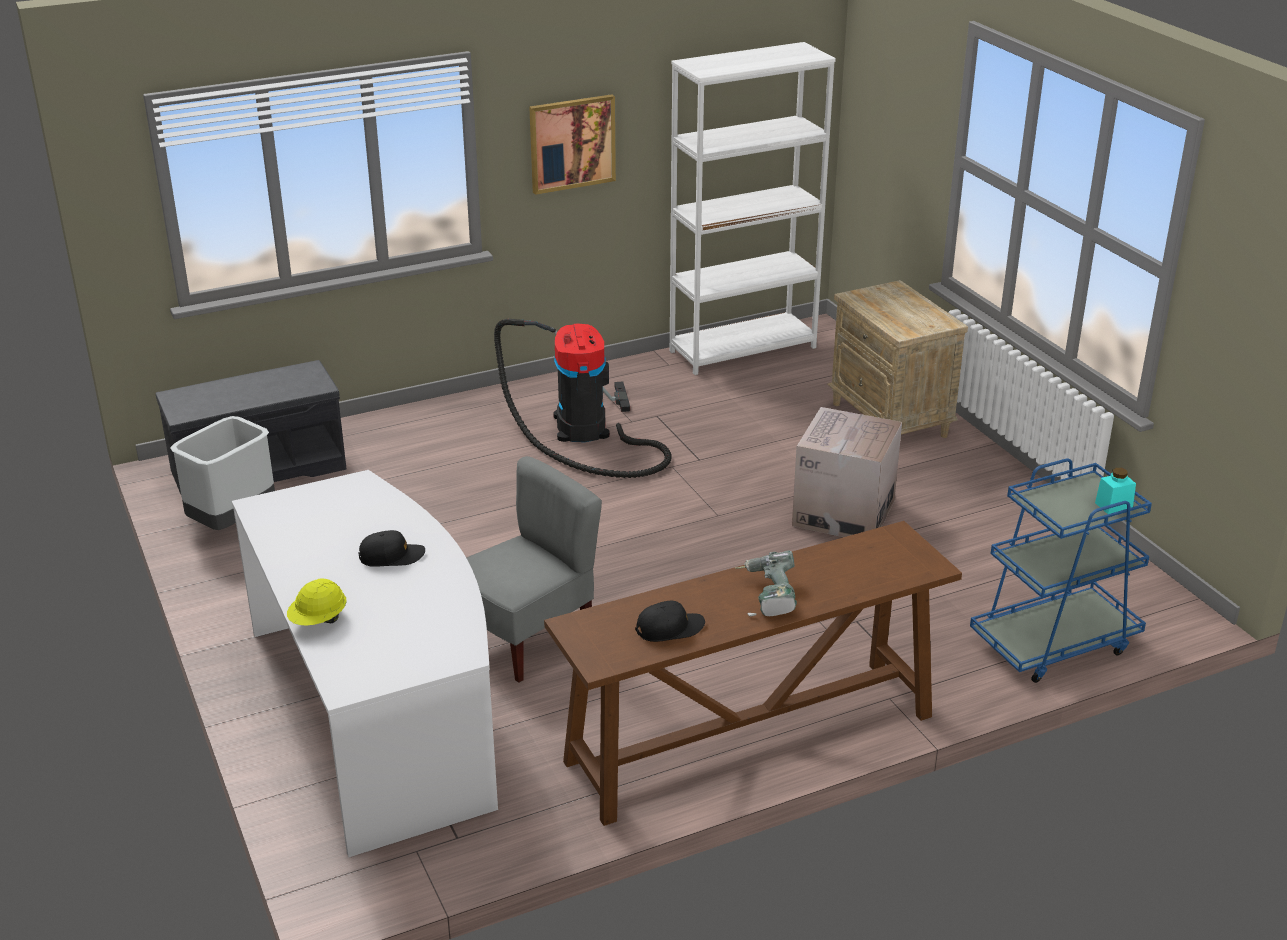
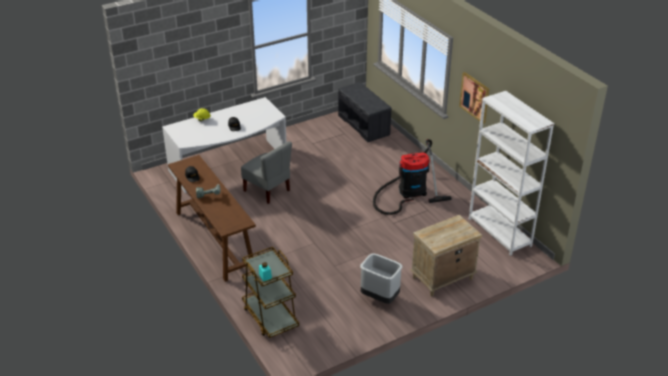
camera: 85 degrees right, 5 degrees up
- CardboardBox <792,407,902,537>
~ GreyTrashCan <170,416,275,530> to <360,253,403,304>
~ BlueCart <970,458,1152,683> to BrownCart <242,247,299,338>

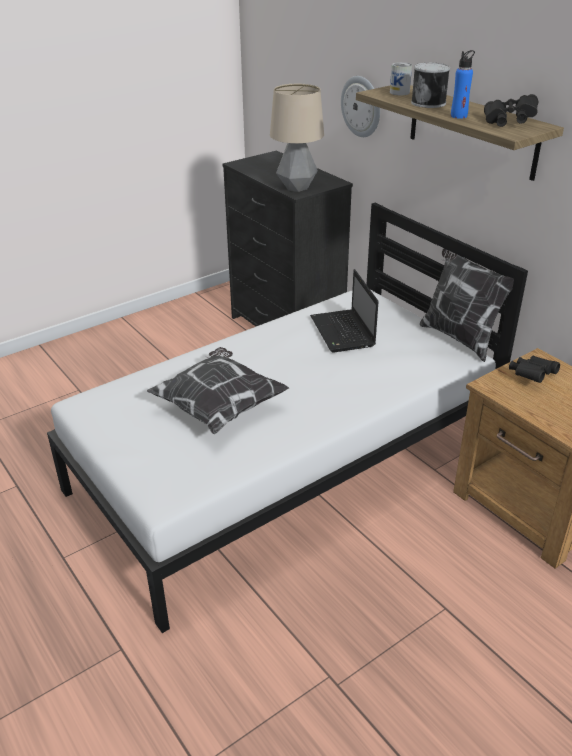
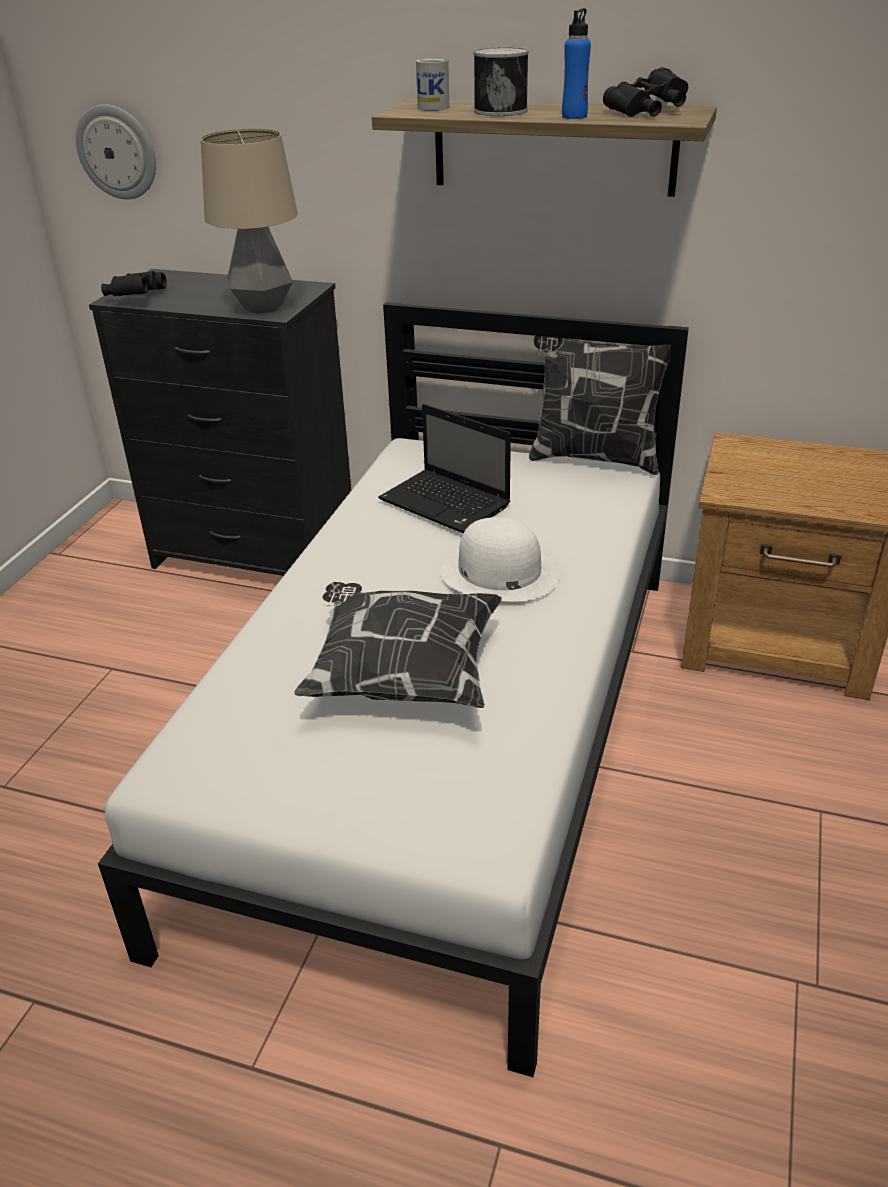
camera: 35 degrees left, 0 degrees up
+ WhiteHat <440,517,560,601>
~ WallClock <341,76,380,137> to <76,104,156,199>
~ BlackBinoculars <509,356,560,383> to <101,271,167,296>

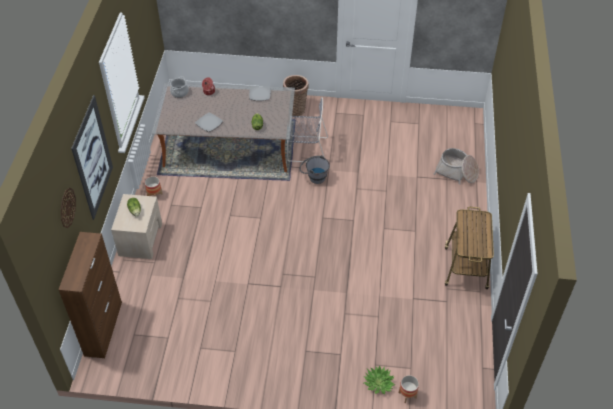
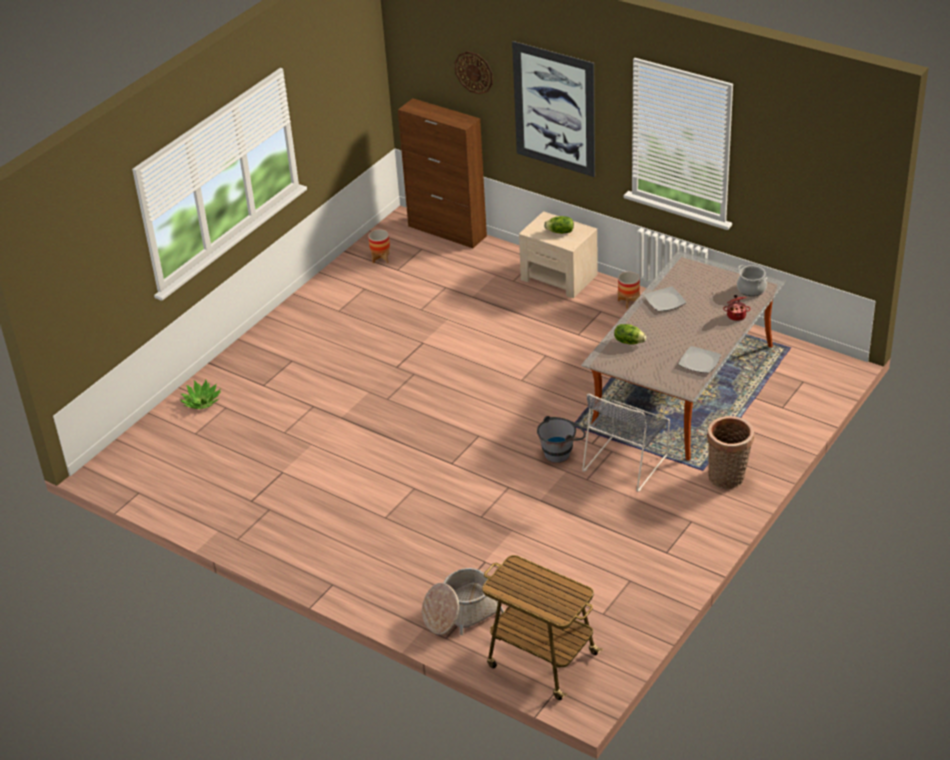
camera: 120 degrees right, 10 degrees down
~ Planter <399,375,419,403> to <368,229,390,263>
~ Cart <445,207,494,289> to <482,555,603,700>

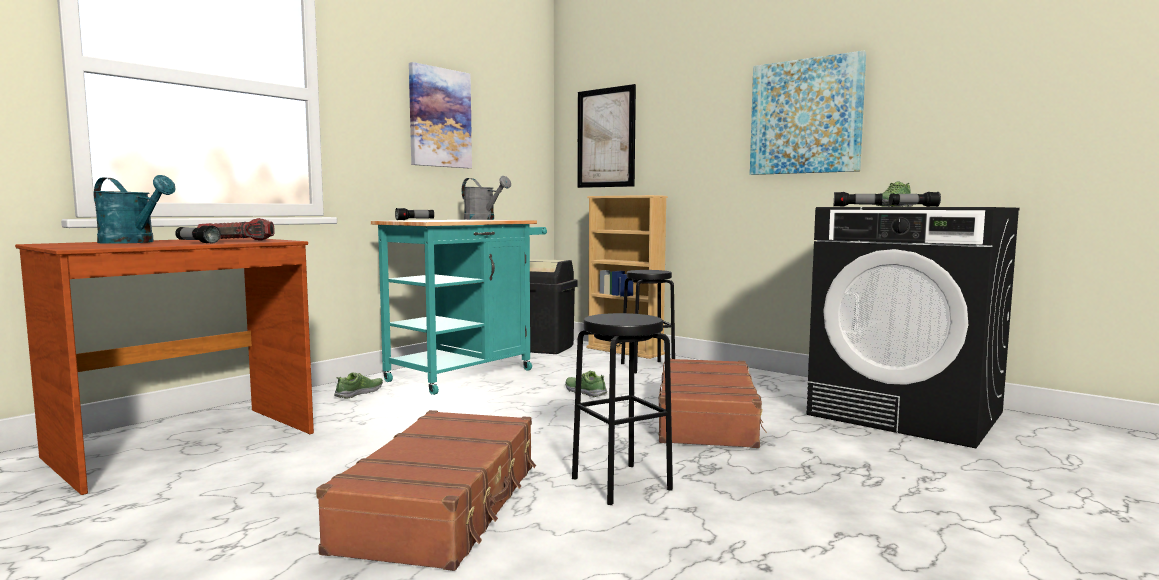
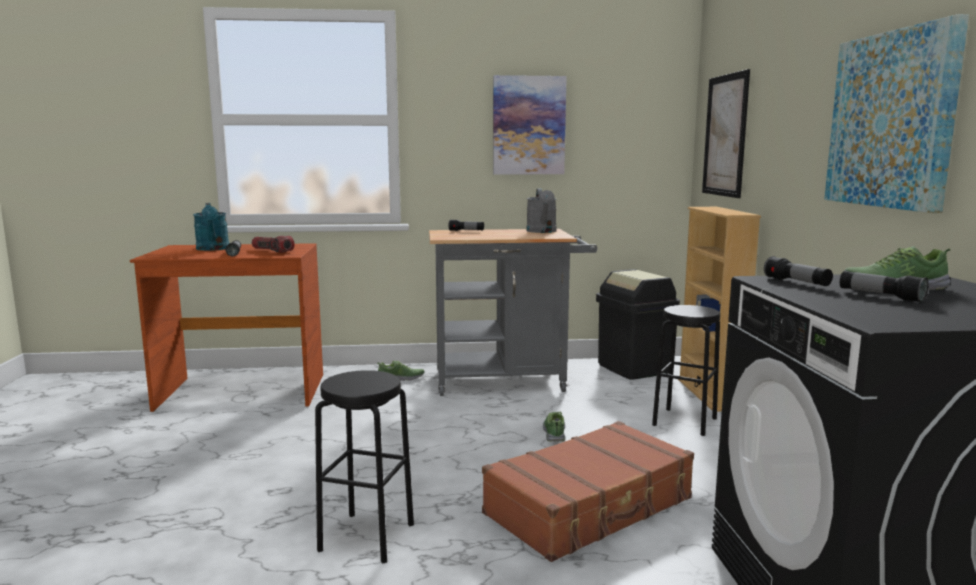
camera: 45 degrees right, 5 degrees up
- BrownSuitcase <316,410,536,571>
~ TurquoiseCart <371,220,547,395> to GreyCart <429,229,597,396>

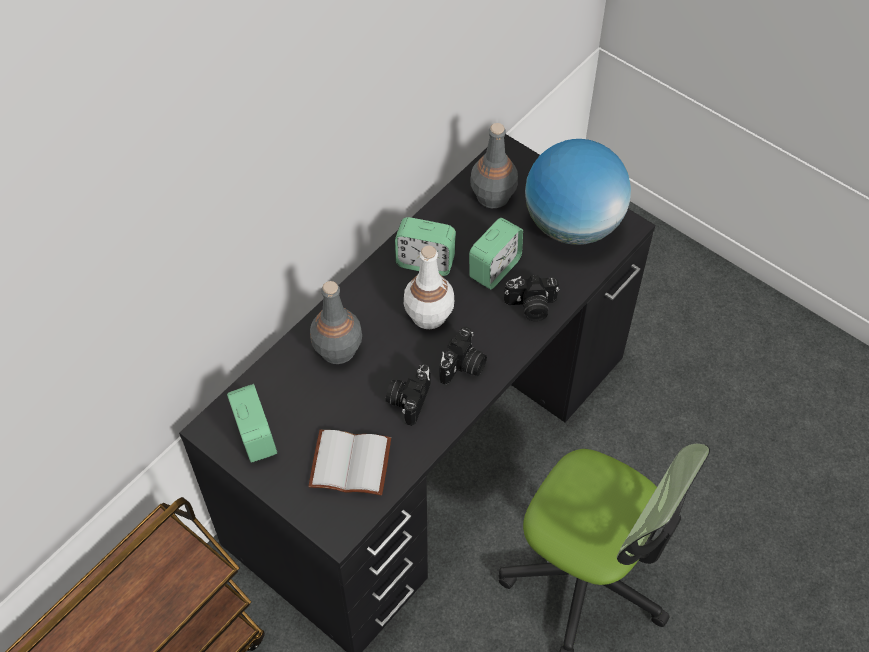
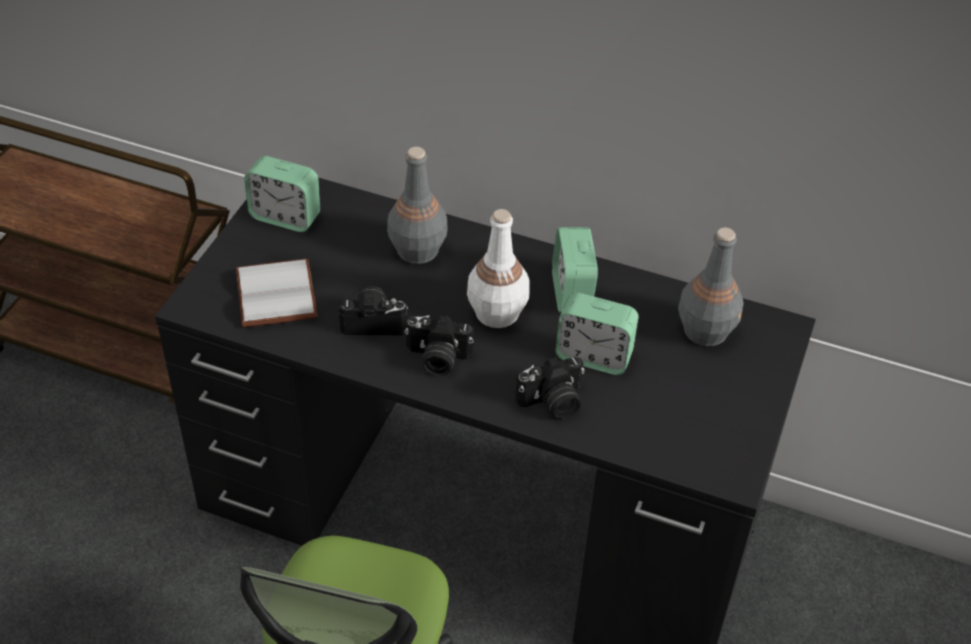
camera: 70 degrees right, 10 degrees down
- Globe <525,139,631,245>
~ AlarmClock <227,384,278,463> = <244,156,320,232> 60 degrees clockwise
~ PhotoCamera <504,275,559,321> = <515,357,585,419> 90 degrees counterclockwise

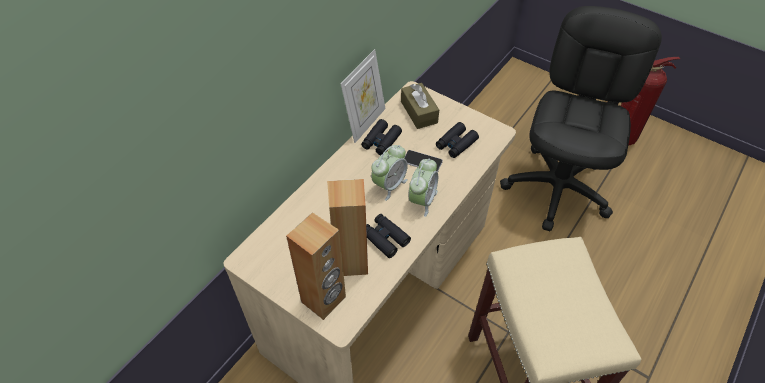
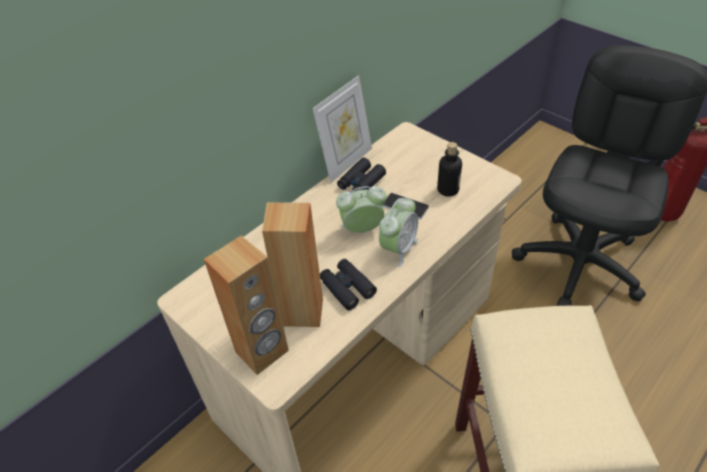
camera: 10 degrees right, 5 degrees down
- BrownTissueBox <401,83,439,129>
~ BlackBinoculars <436,122,479,158> to Bottle <437,142,462,197>
~ AlarmClock <371,145,408,201> = <336,186,387,233> 150 degrees counterclockwise

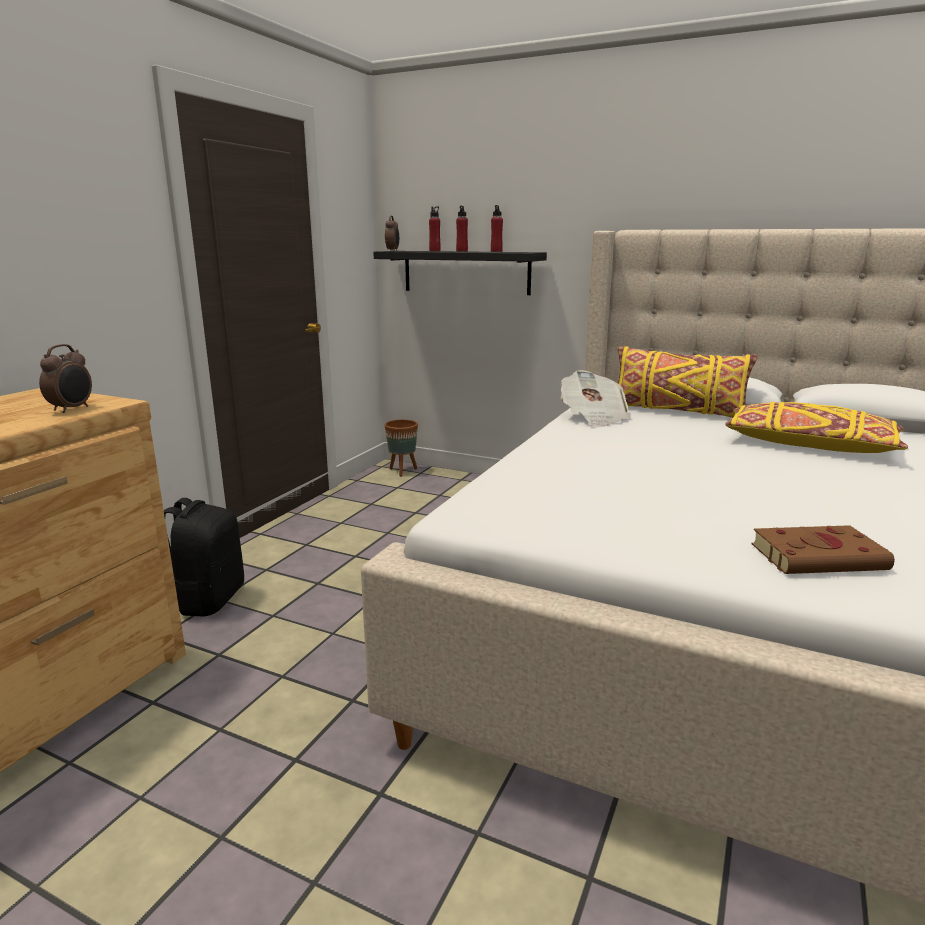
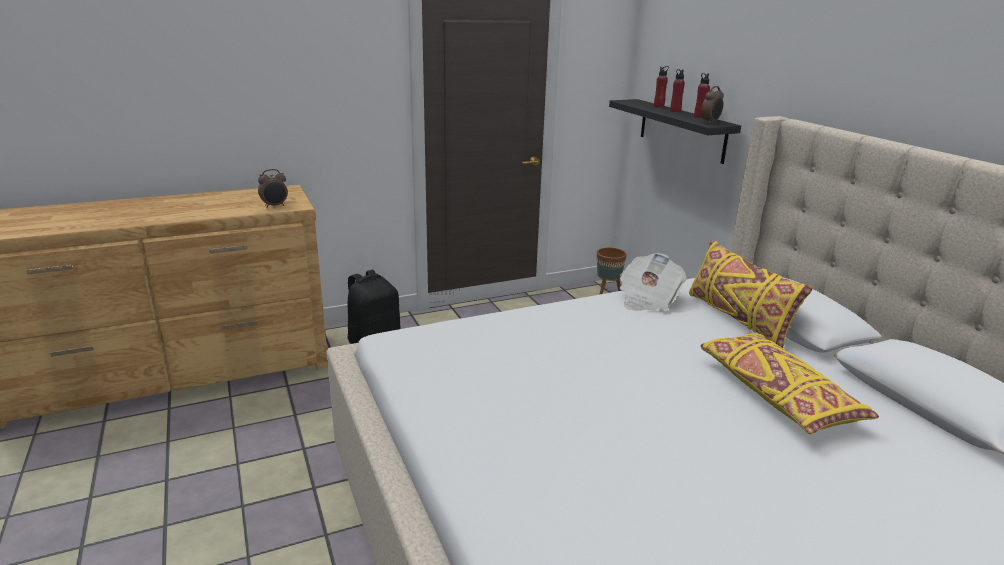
camera: 40 degrees right, 5 degrees up
- BrownBook <752,525,894,574>
~ AlarmClock <385,216,399,251> to <701,86,724,123>

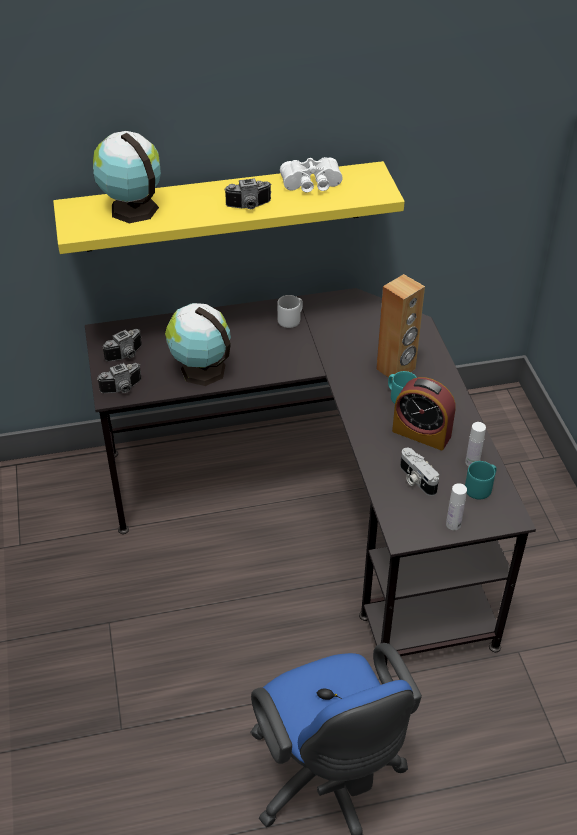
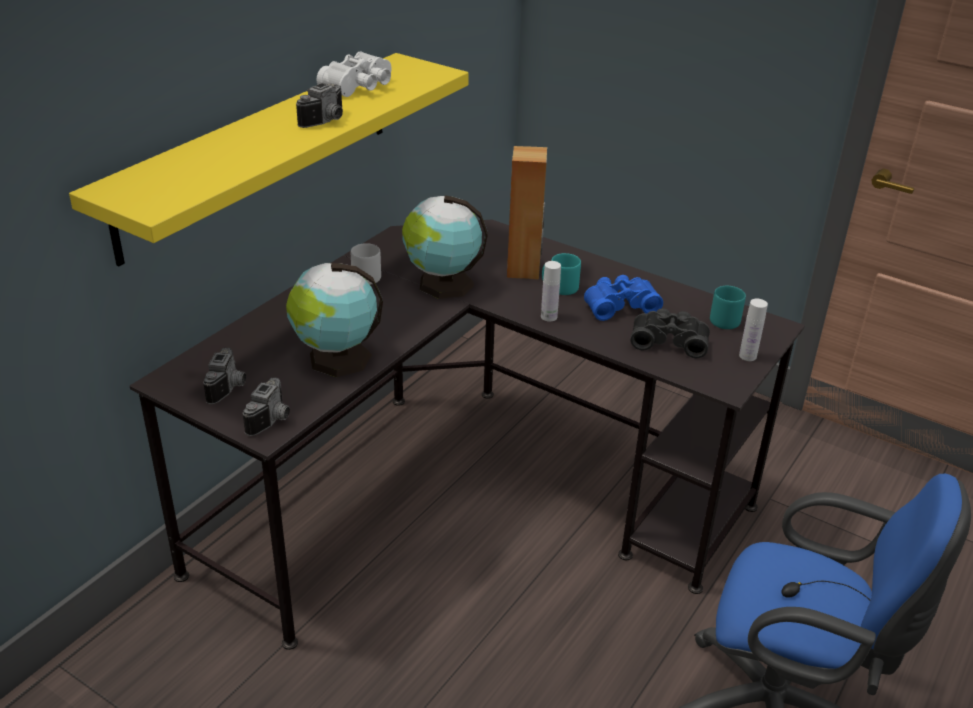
camera: 45 degrees left, 10 degrees down
~ Globe <93,131,161,223> to <402,196,488,299>
~ WhiteBottle <465,422,486,467> to <541,261,561,322>
~ AlarmClock <392,377,456,450> to BlueBinoculars <584,275,663,321>
~ PhotoCamera <400,448,439,496> to BlackBinoculars <630,308,710,358>

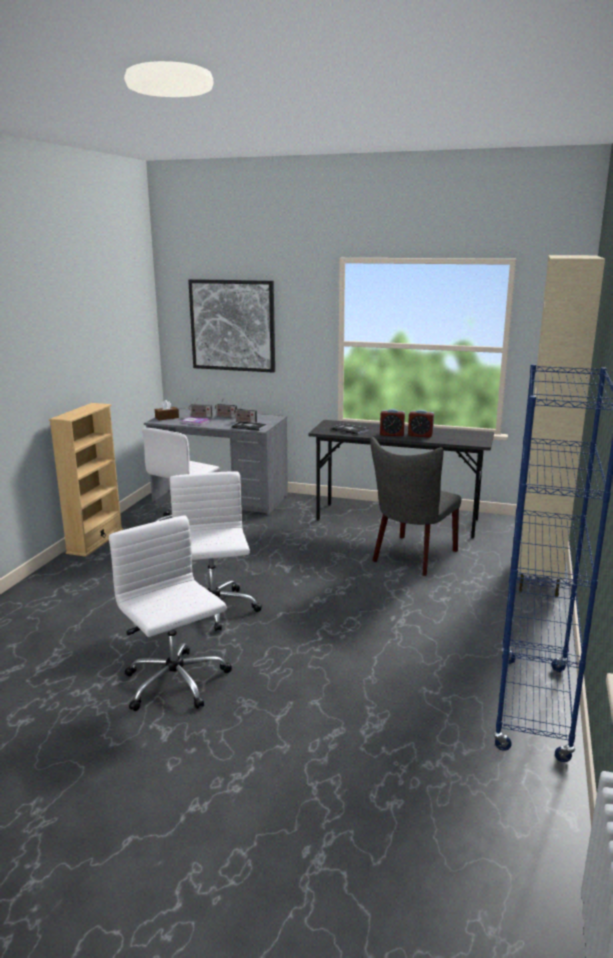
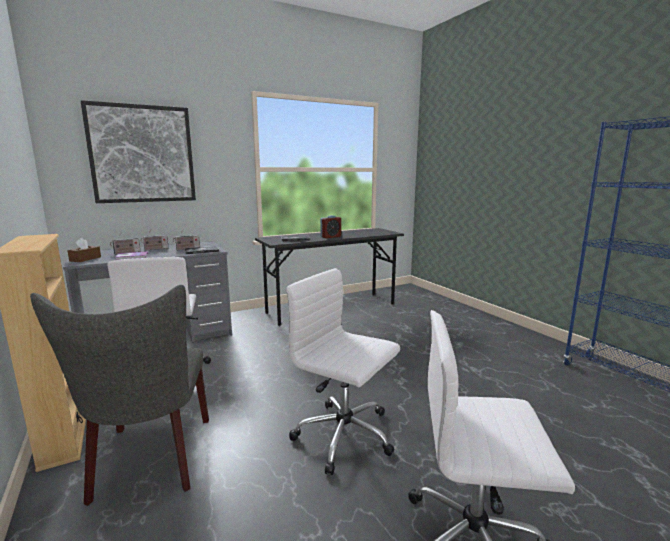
camera: 45 degrees left, 5 degrees down
- AlarmClock <408,410,434,438>
- BeigeCabinet <518,255,605,598>
~ GreyChair <370,436,461,576> to <30,285,209,506>

